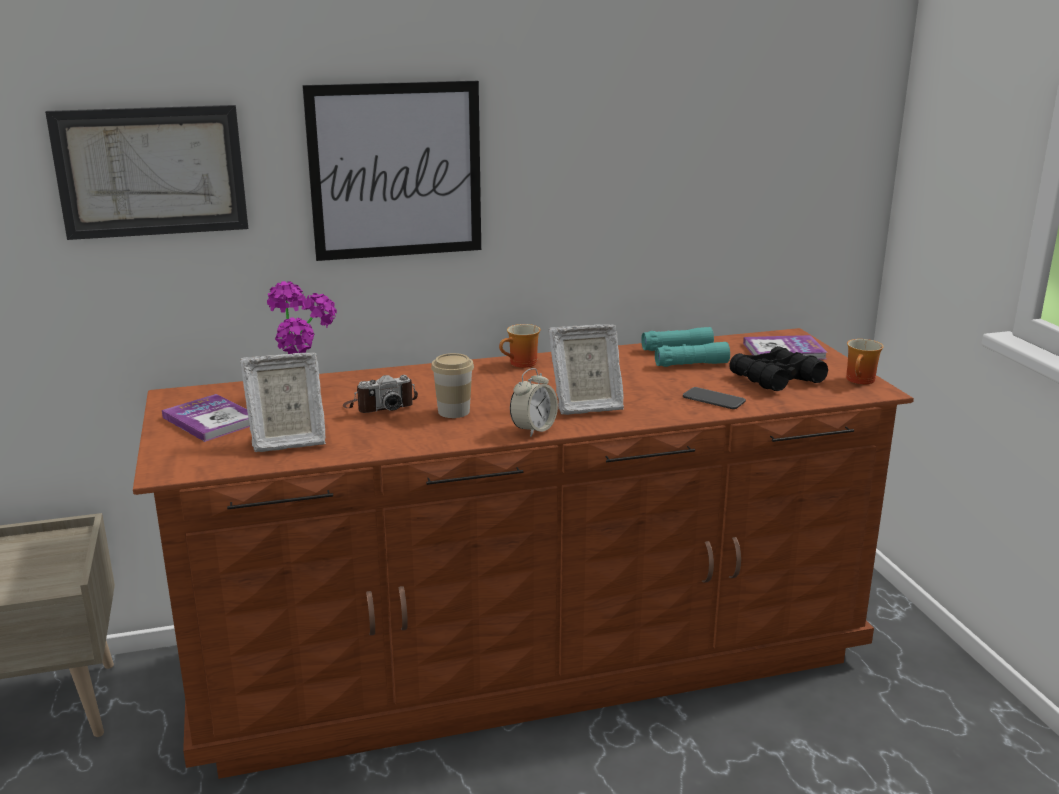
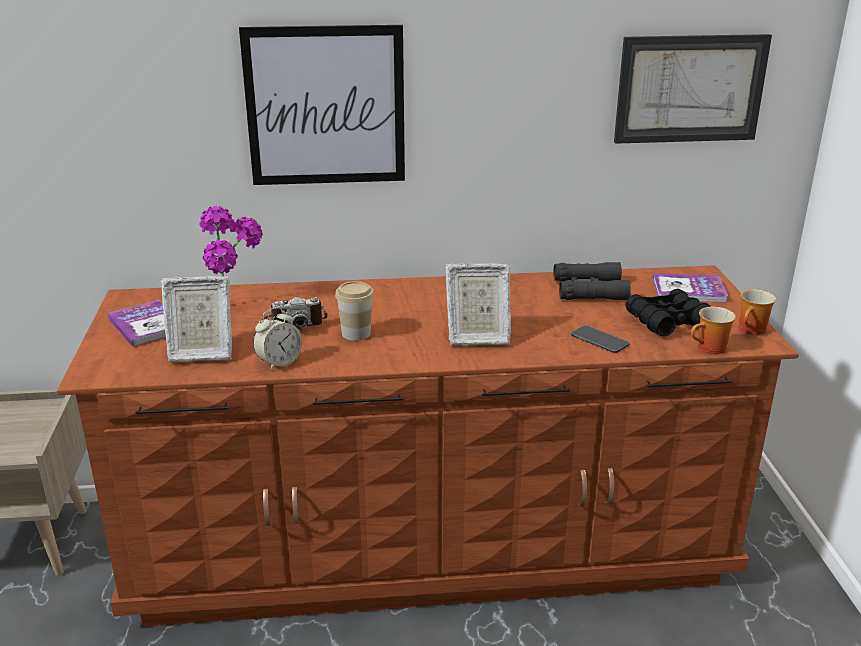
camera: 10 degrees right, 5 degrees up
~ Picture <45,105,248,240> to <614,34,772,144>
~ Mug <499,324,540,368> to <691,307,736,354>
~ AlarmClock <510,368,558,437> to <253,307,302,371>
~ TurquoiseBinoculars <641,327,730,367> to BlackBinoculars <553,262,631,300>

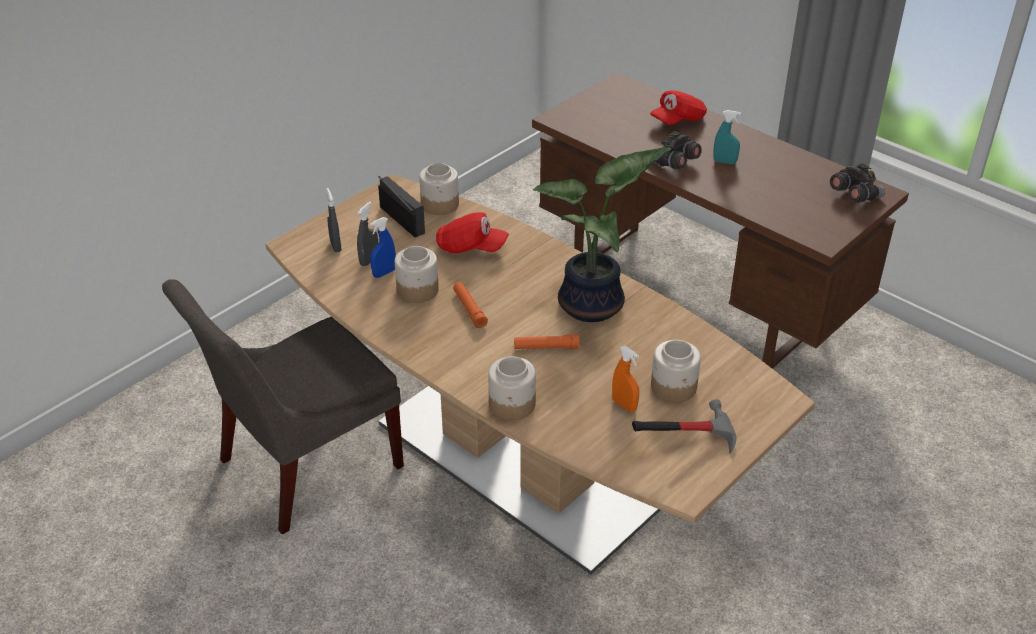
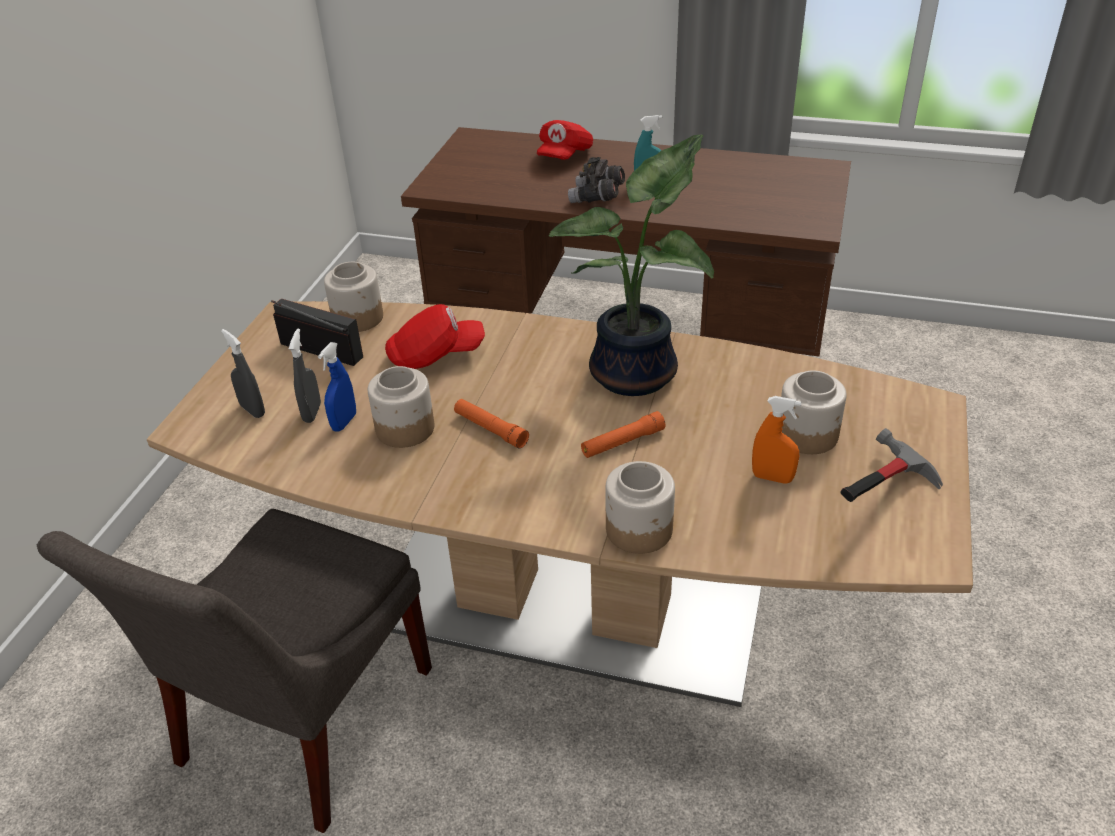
camera: 25 degrees left, 0 degrees up
- GreyBinoculars <830,163,885,203>

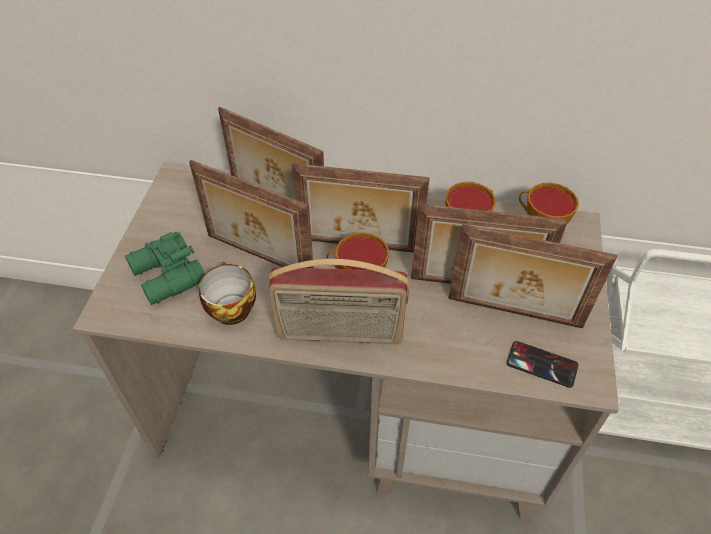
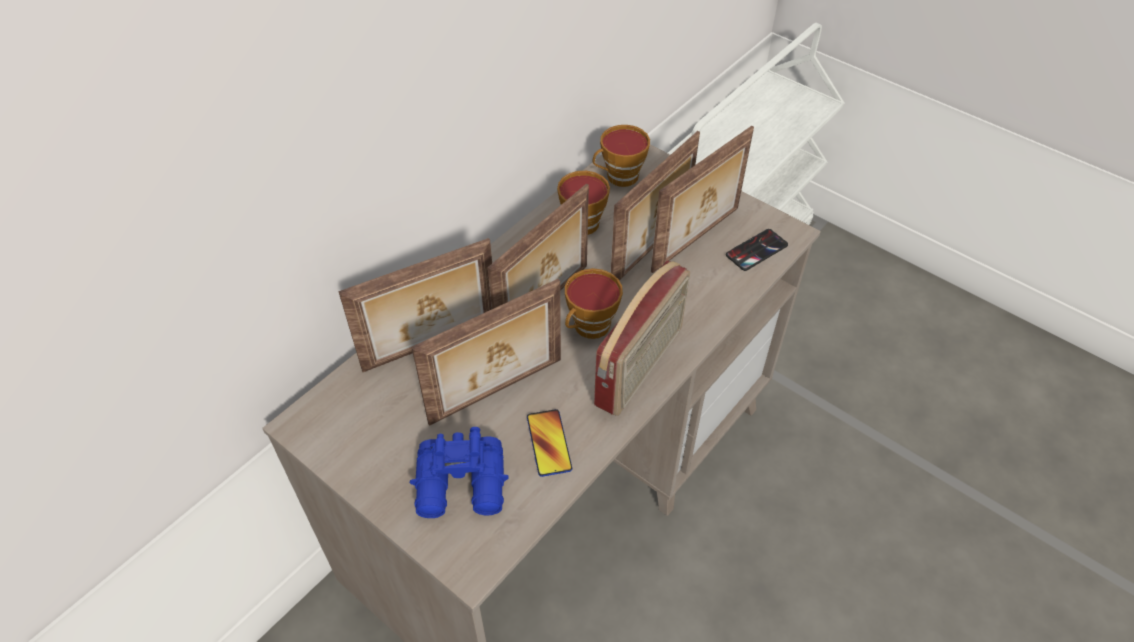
camera: 60 degrees left, 0 degrees up
~ Cup <198,262,256,325> to Phone <527,409,572,477>
~ GreenBinoculars <125,232,205,305> to BlueBinoculars <410,427,509,518>

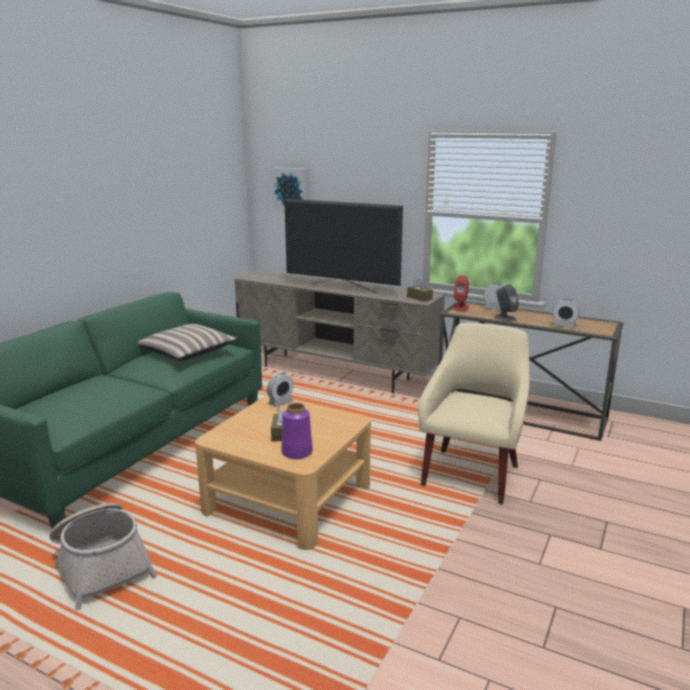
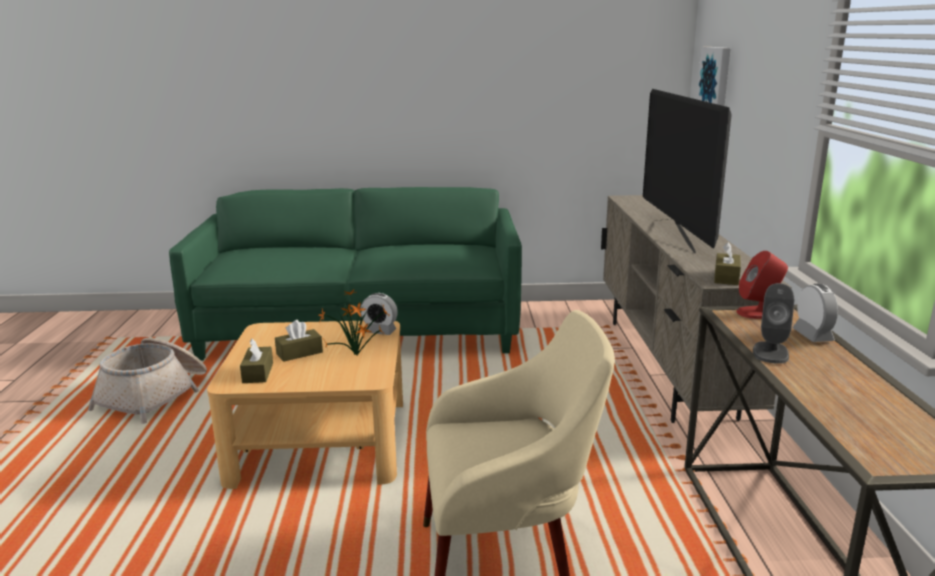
camera: 60 degrees right, 0 degrees up
- Pillow <137,324,238,361>
- AlarmClock <553,299,580,328>
+ PottedPlant <319,290,390,355>
~ PurpleVase <282,403,313,459> to BrownTissueBox <240,339,273,383>

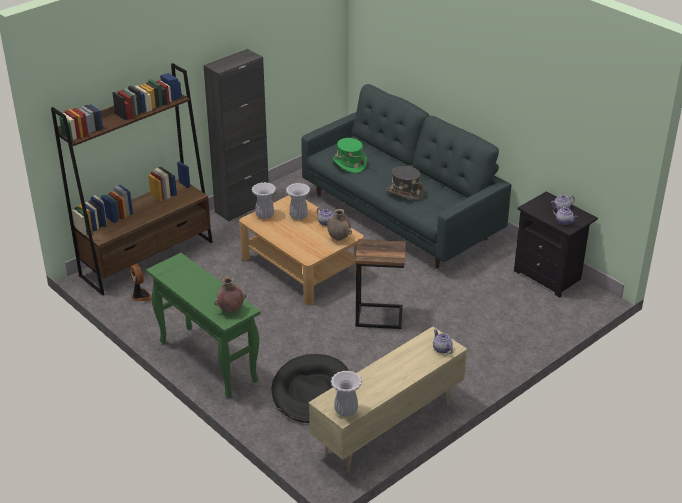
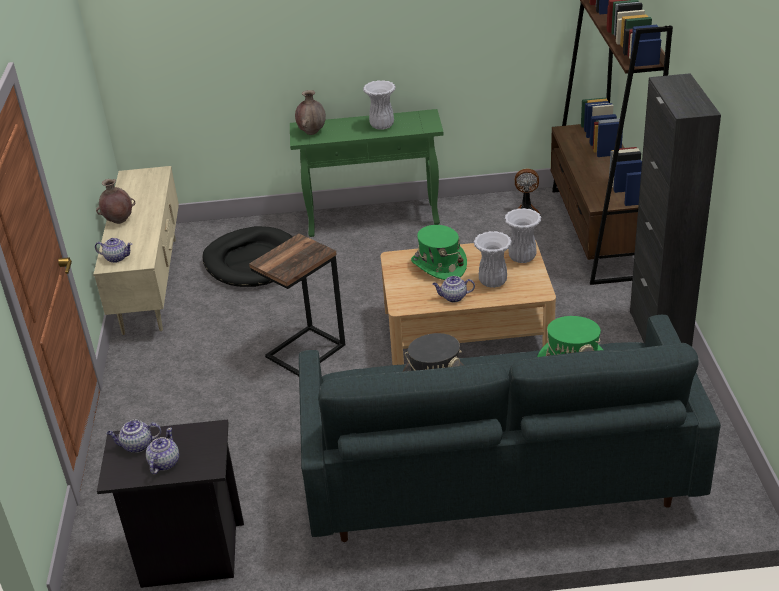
camera: 130 degrees right, 0 degrees up
+ GreenHat <411,225,467,280>
~ BrownVase <326,209,352,241> to <96,179,135,224>
~ WhiteVase <331,371,362,417> to <363,80,396,130>

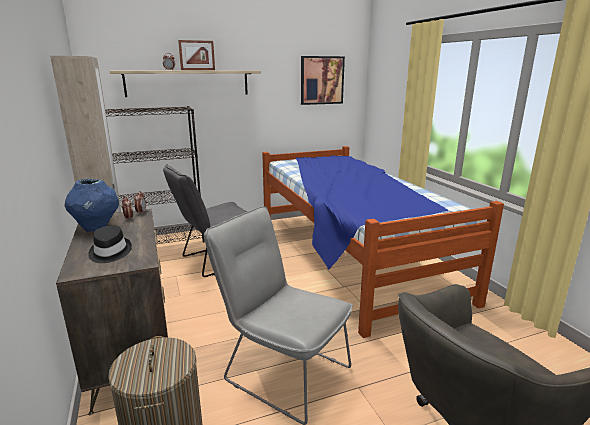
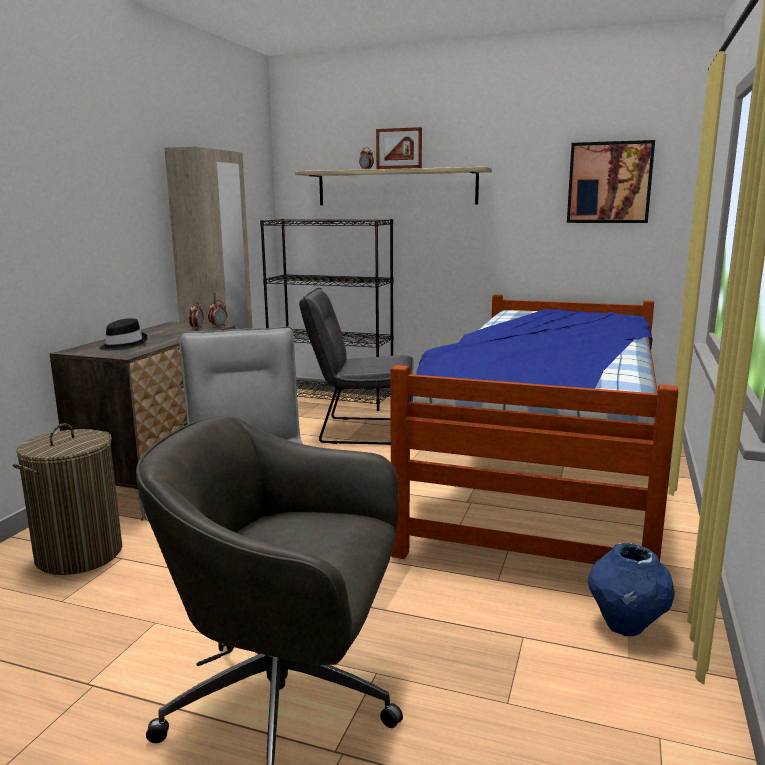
camera: 40 degrees right, 5 degrees down
~ BlueVase <65,179,119,232> to <588,543,675,636>

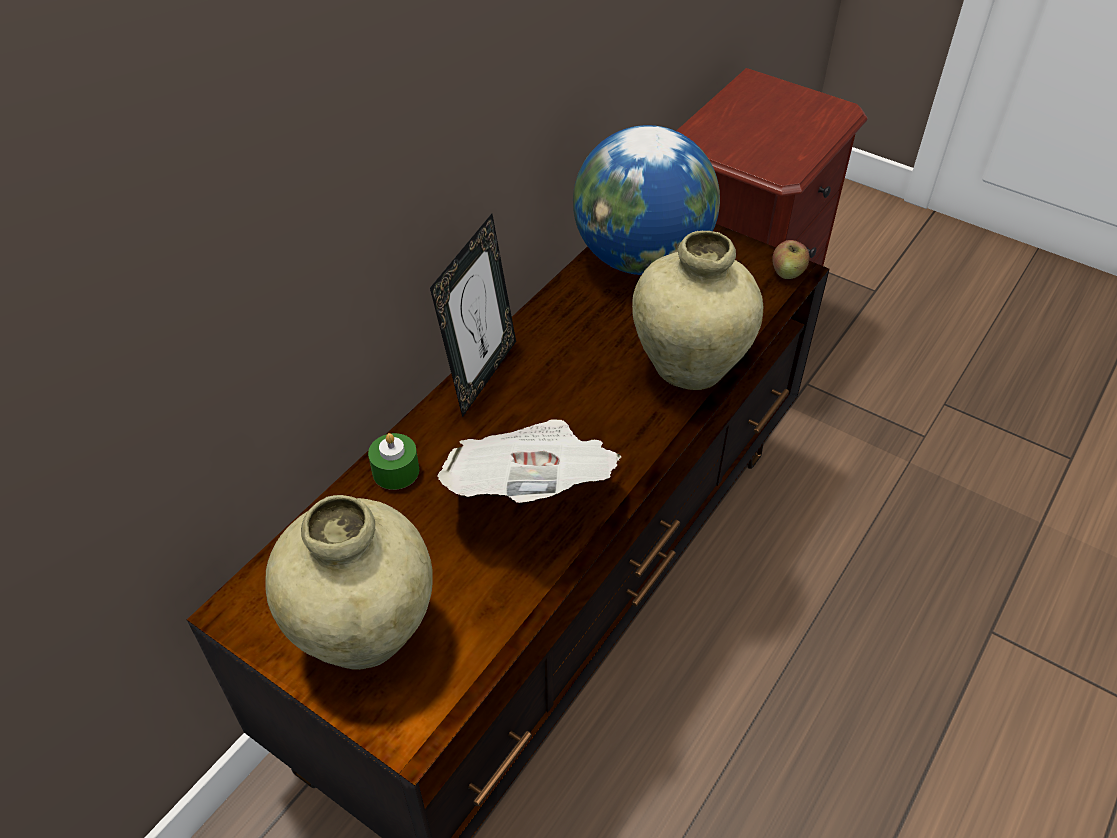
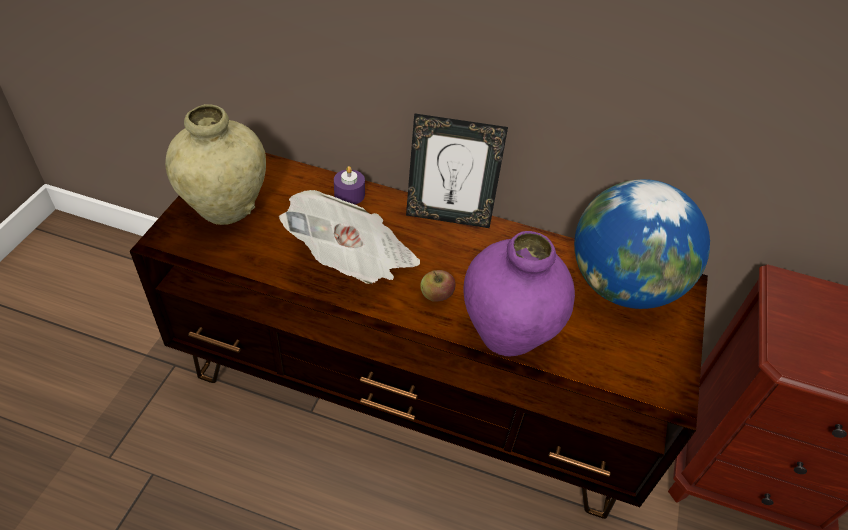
camera: 70 degrees right, 0 degrees up
~ Apple <772,240,810,279> to <420,270,455,302>
~ GreenCandle <368,433,419,490> to PurpleCandle <334,166,365,205>
~ BeigeVase <632,231,764,390> to PurpleVase <464,231,575,357>

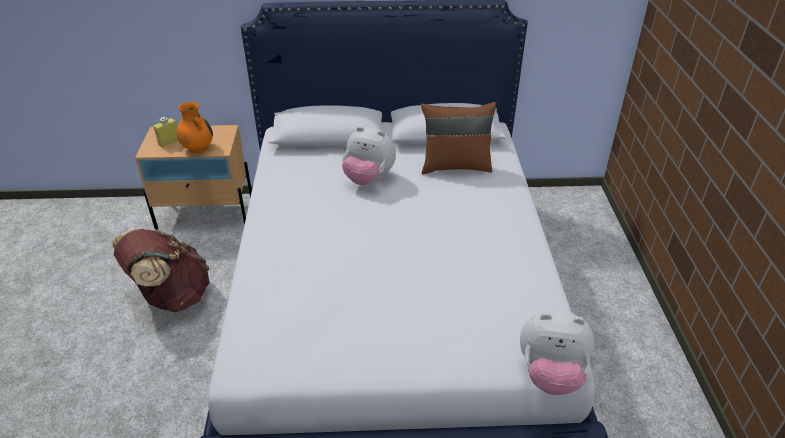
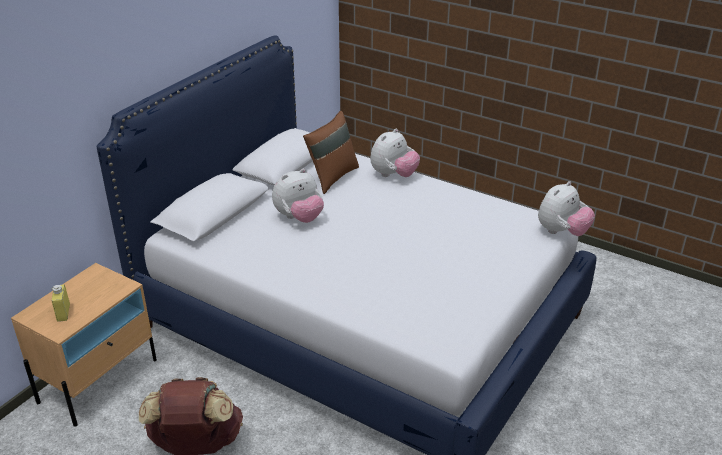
camera: 55 degrees left, 5 degrees down
- OrangeVase <176,102,213,153>
+ PlushToy <370,128,420,177>

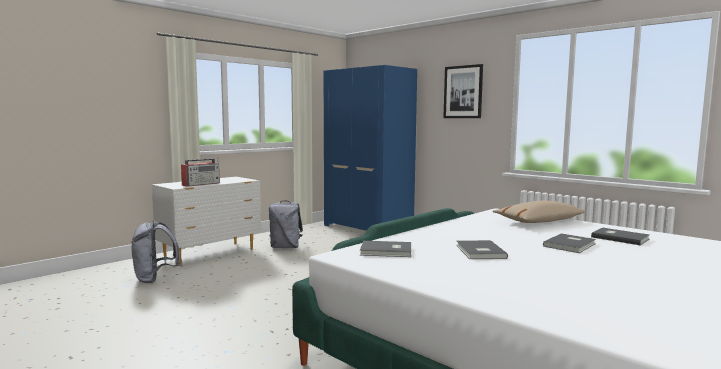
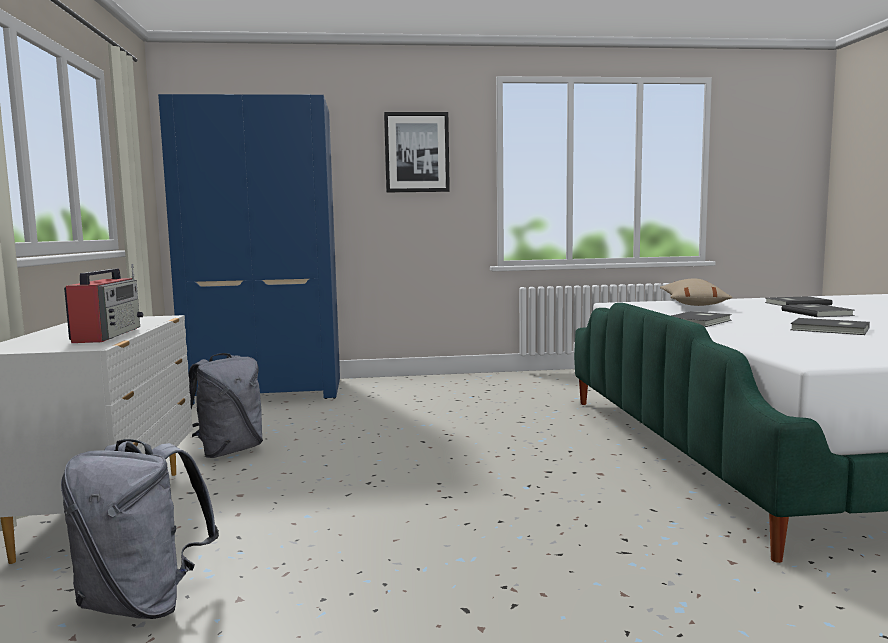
camera: 50 degrees left, 0 degrees up
~ GreyBook <360,241,411,257> to <671,311,732,327>

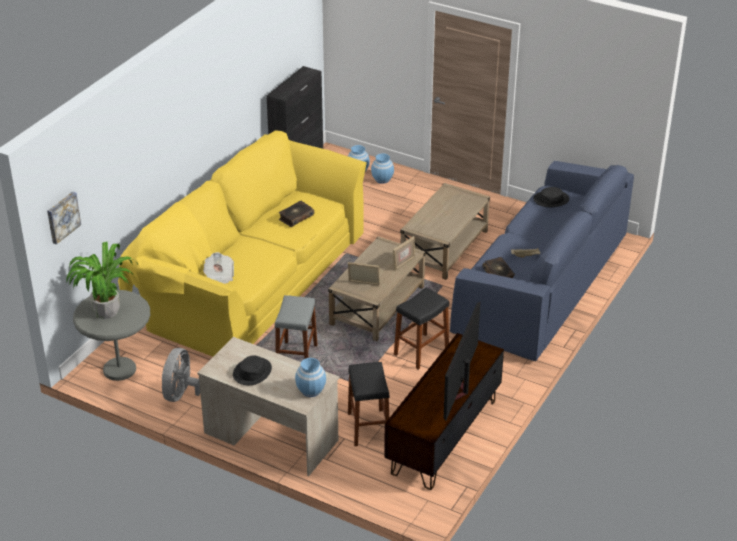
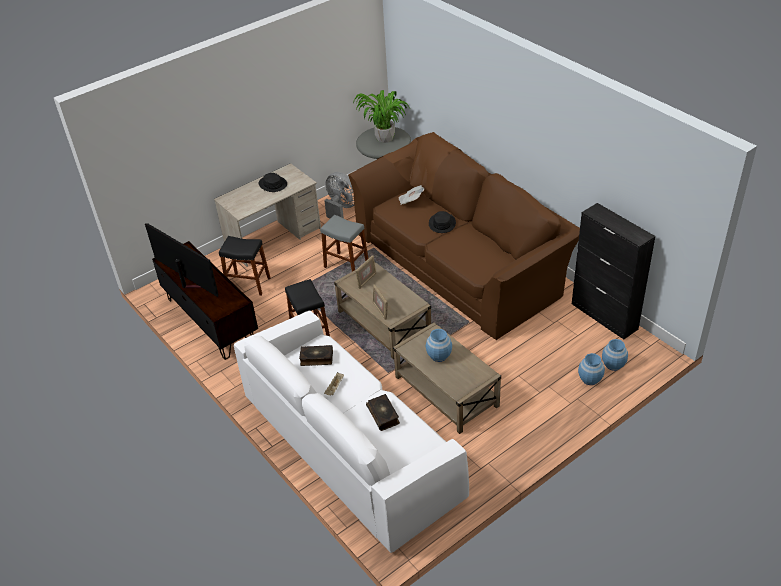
camera: 115 degrees right, 5 degrees up
- Picture <47,191,81,245>
~ Book <279,201,314,227> to <366,394,400,431>
~ BlueVase <295,358,326,397> to <426,329,452,362>
~ BlackHat <533,187,569,207> to <429,211,456,233>
~ YellowSofa <118,130,367,357> to BrownSofa <348,132,580,340>
~ BlueSofa <450,161,634,361> to WhiteSofa <234,311,469,553>

